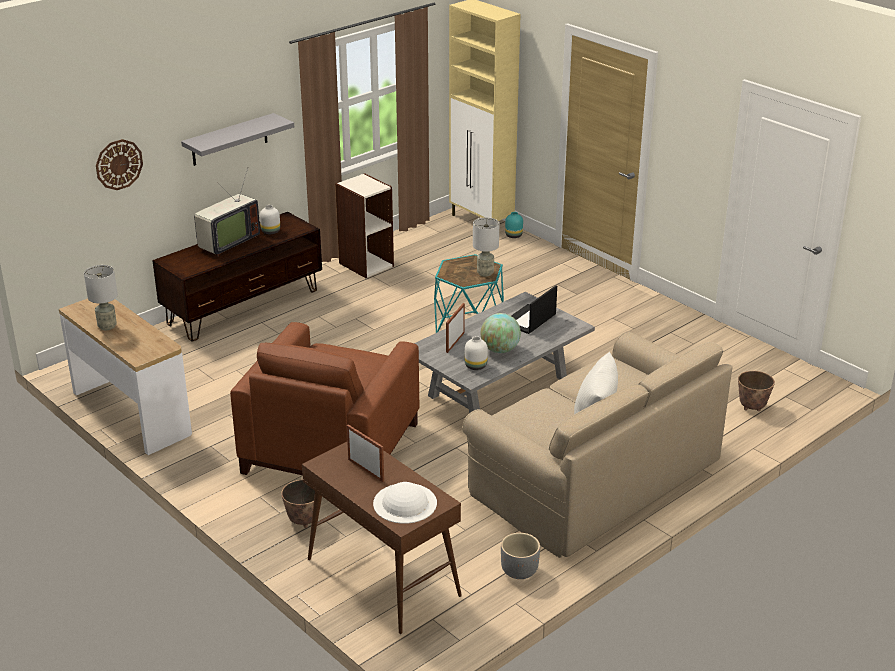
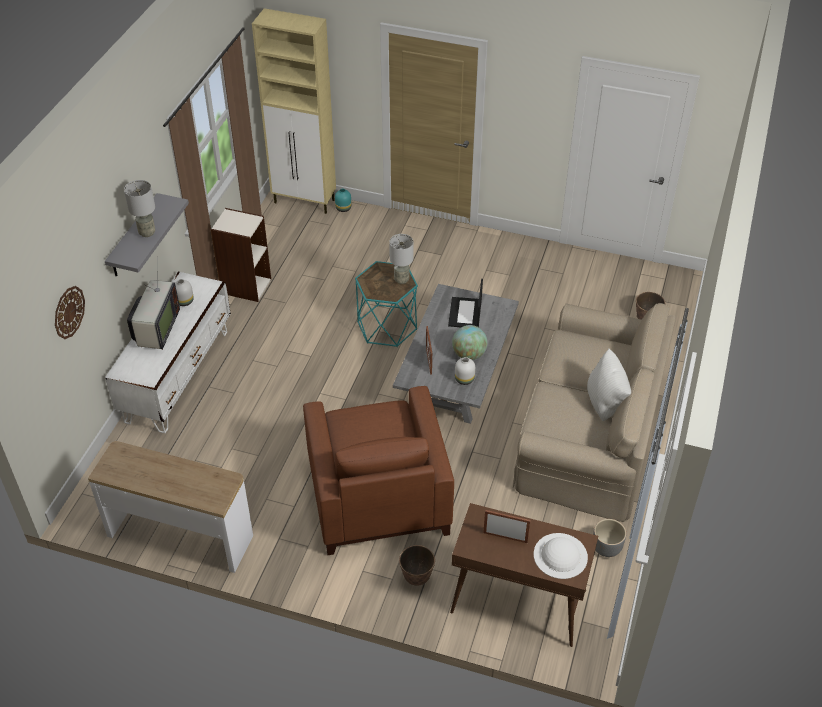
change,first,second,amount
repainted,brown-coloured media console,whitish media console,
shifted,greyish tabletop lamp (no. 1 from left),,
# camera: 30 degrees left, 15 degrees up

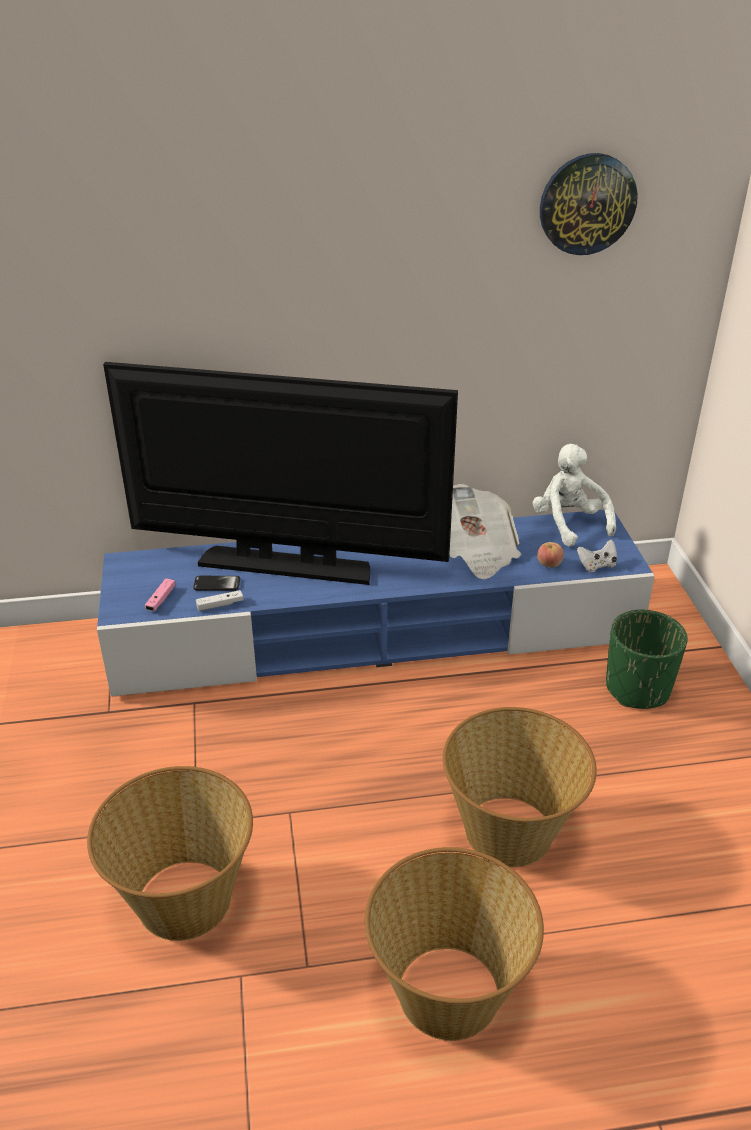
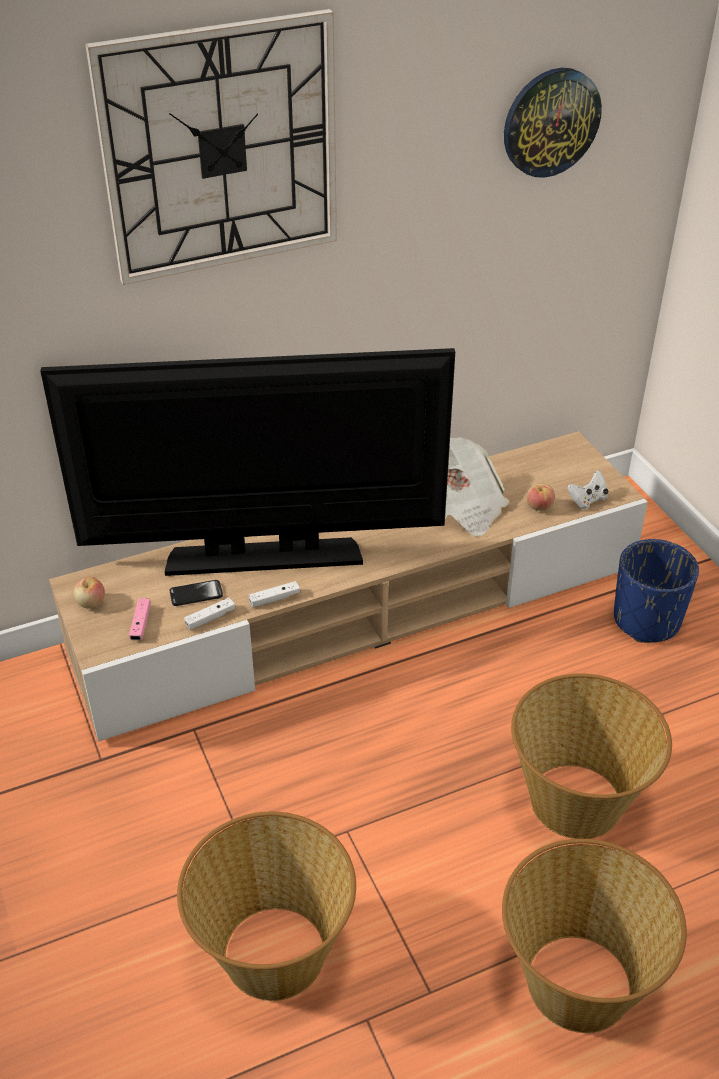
change,first,second,amount
gone,whitish plush toy,,
repainted,blue media console,beige-coloured media console,
repainted,green planter,blue planter,
new,,wall clock (no. 1 from left),
new,,apple fruit (no. 1 from left),
new,,whitish game controller (no. 2 from left),
# camera: 15 degrees left, 5 degrees up

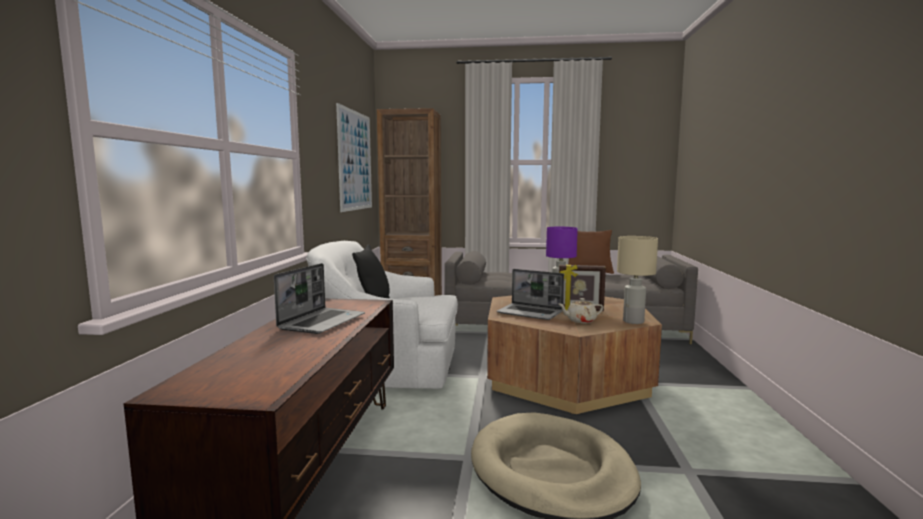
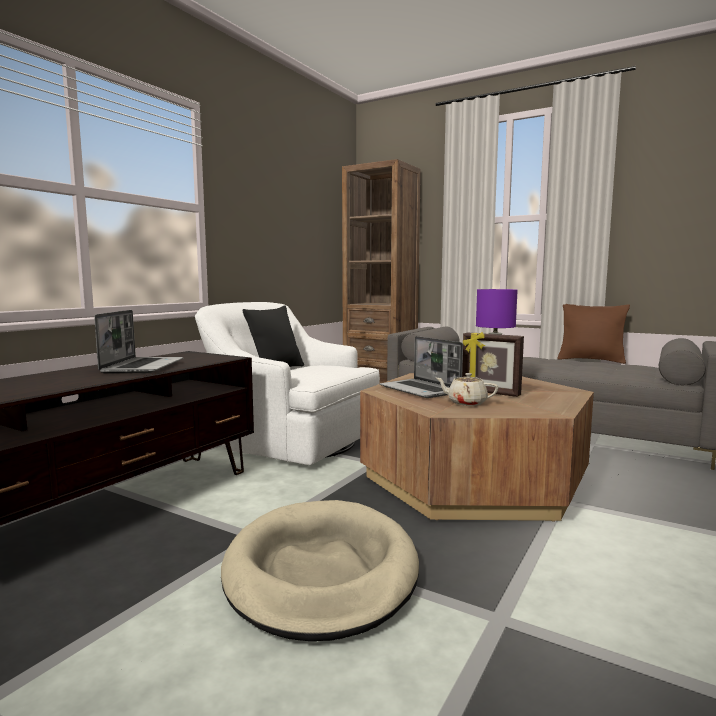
change,first,second,amount
gone,wall art,,
gone,beige-coloured tabletop lamp,,
rotated,portable computer (no. 1 from left),,45 degrees counterclockwise
# camera: 25 degrees right, 0 degrees up

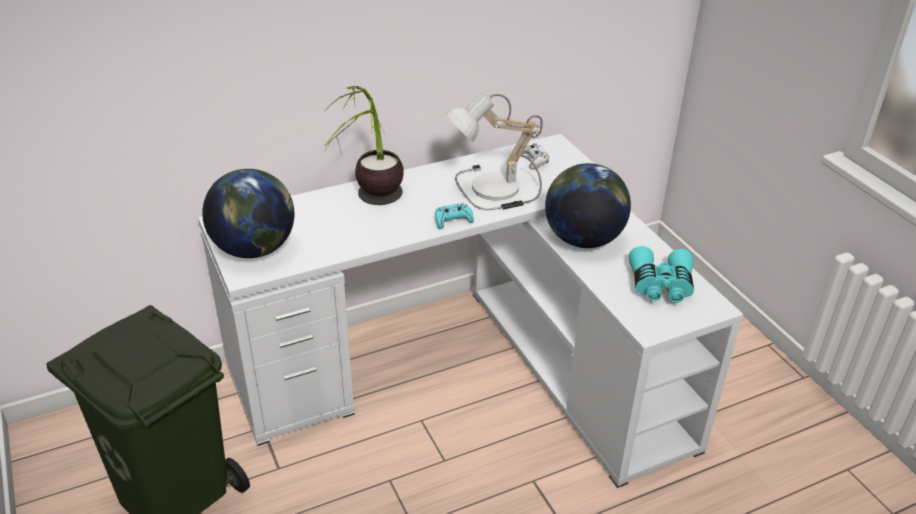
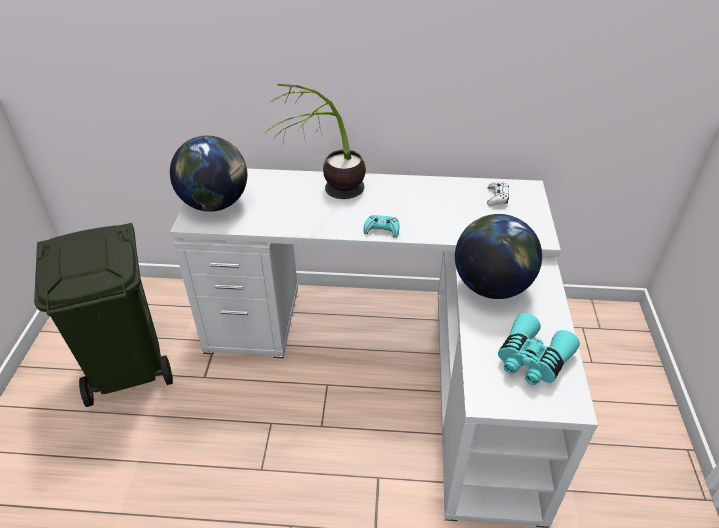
change,first,second,amount
gone,tabletop lamp,,
# camera: 30 degrees right, 5 degrees up

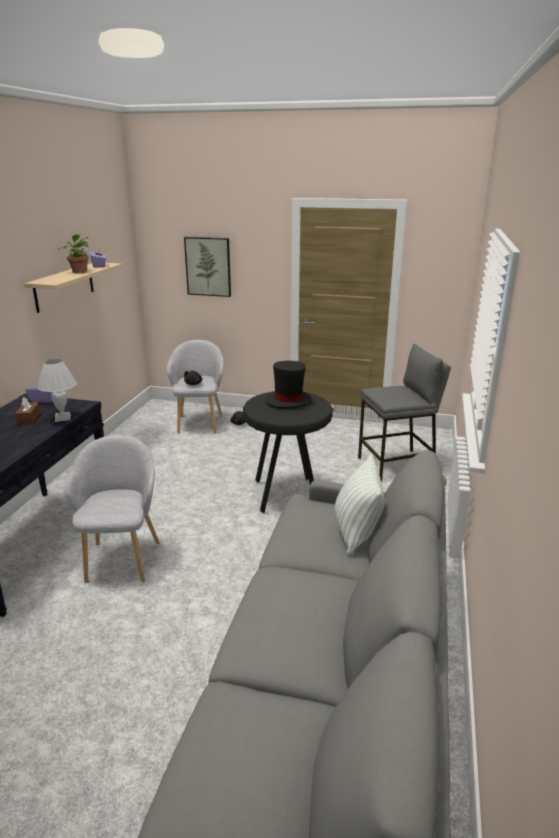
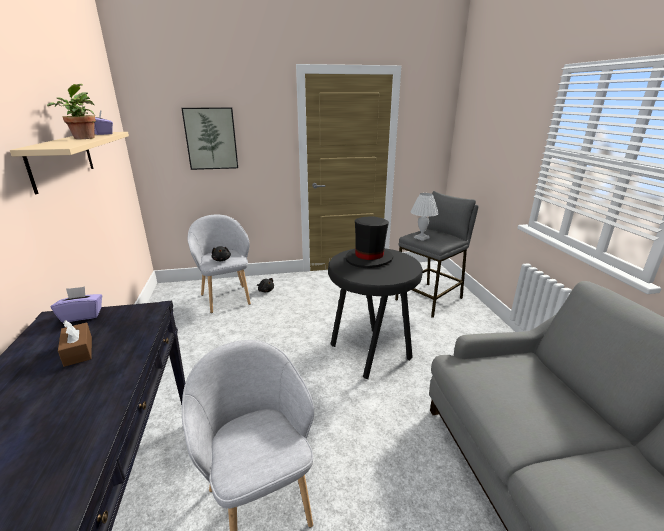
change,first,second,amount
shifted,whitish tabletop lamp,,
gone,throw pillow,,
# camera: 25 degrees left, 0 degrees up

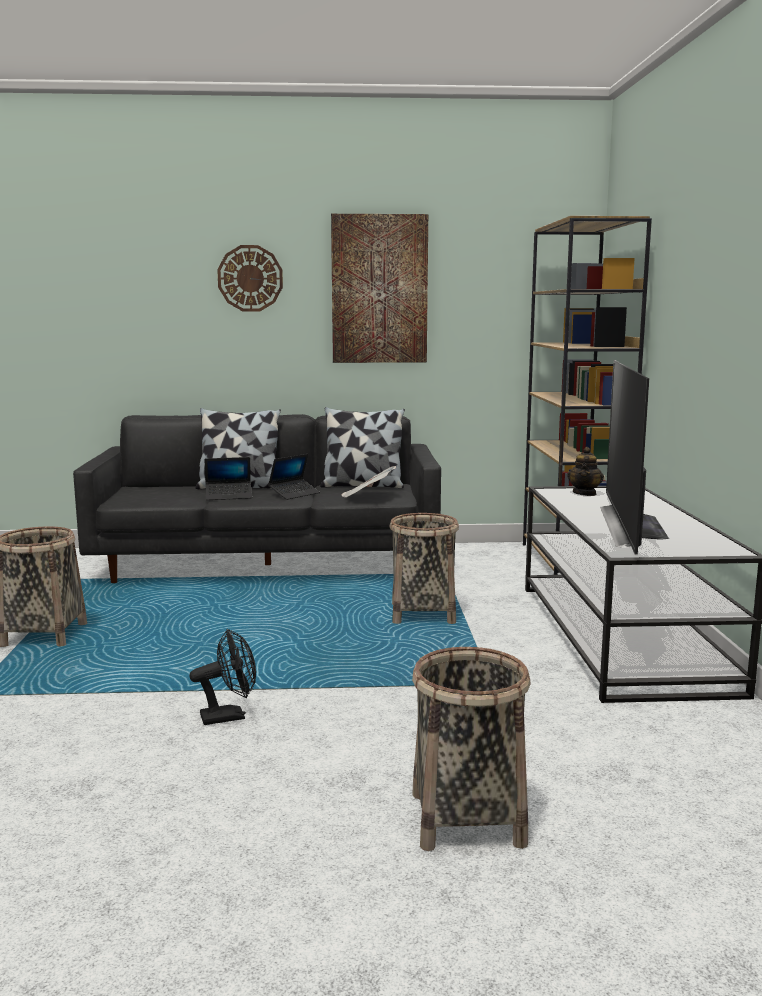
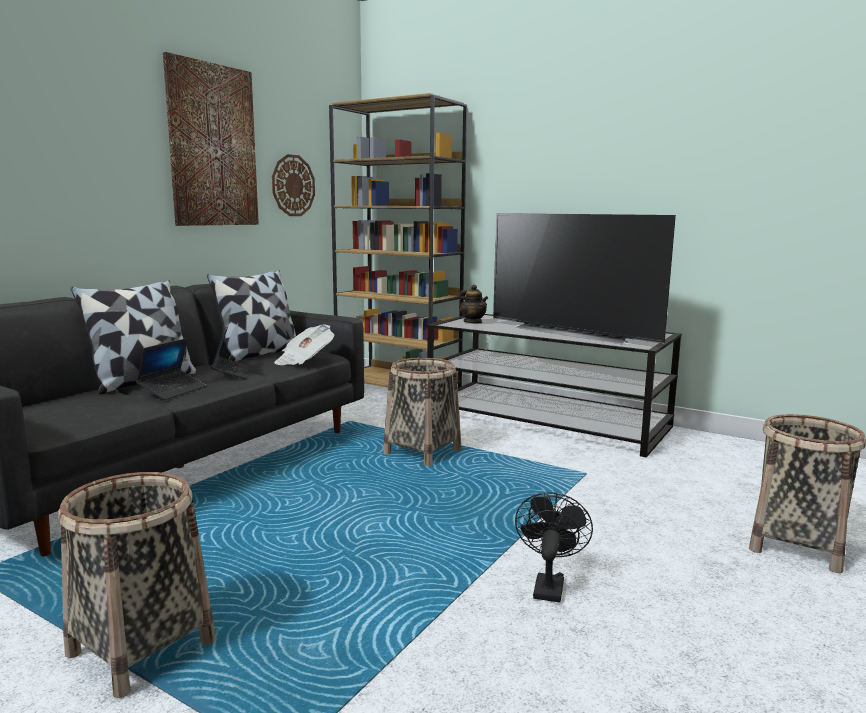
change,first,second,amount
shifted,wall clock,,
# camera: 55 degrees left, 0 degrees up

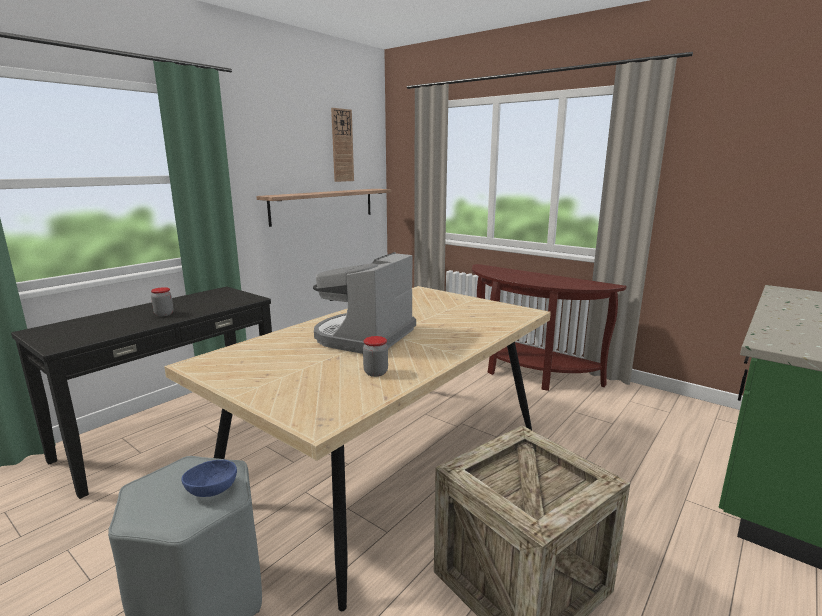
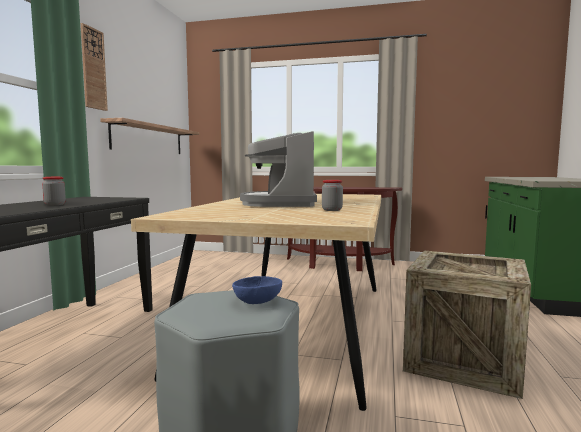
change,first,second,amount
shifted,wall clock,,
# camera: 25 degrees left, 10 degrees down

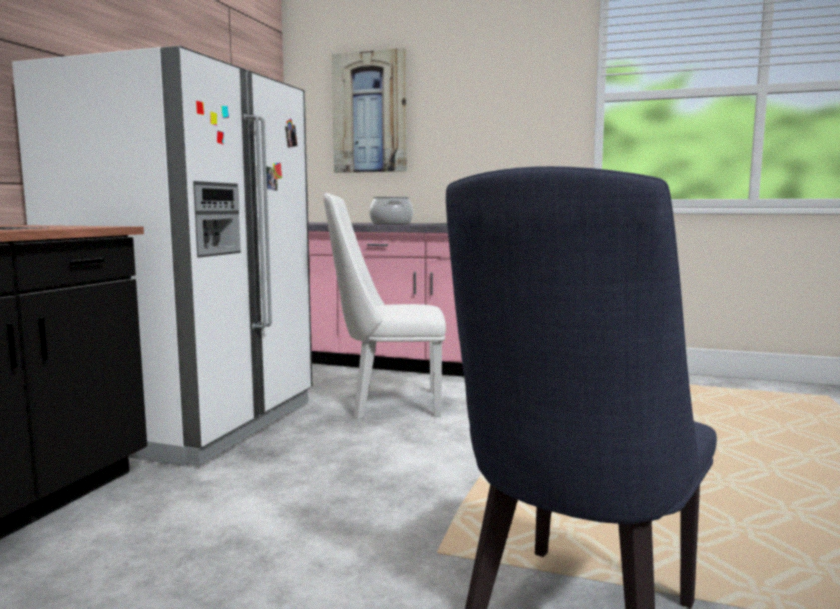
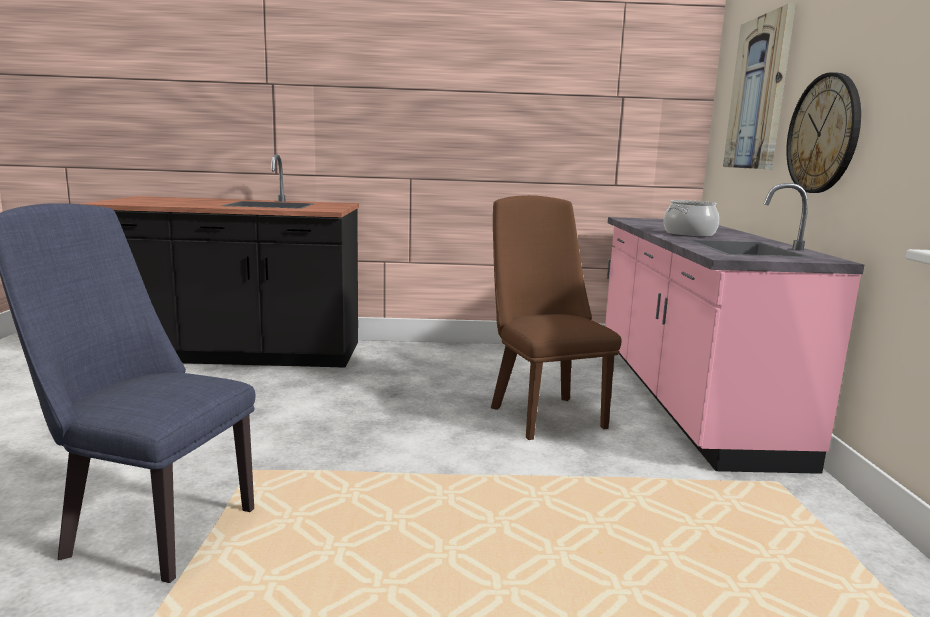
change,first,second,amount
gone,whitish refrigerator,,
repainted,whitish chair,brown-coloured chair,
new,,wall clock,
# camera: 70 degrees right, 5 degrees up

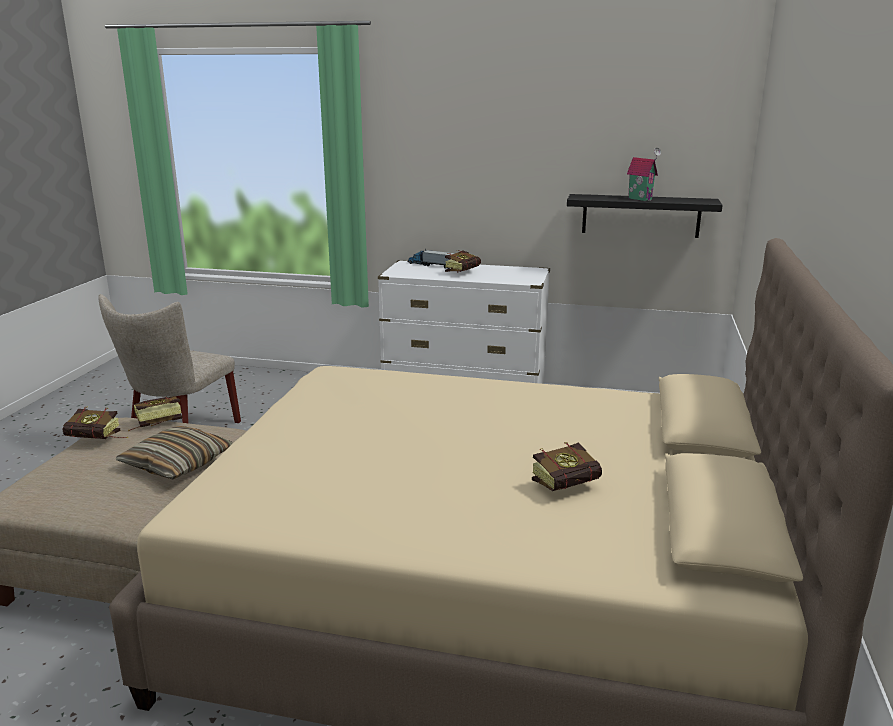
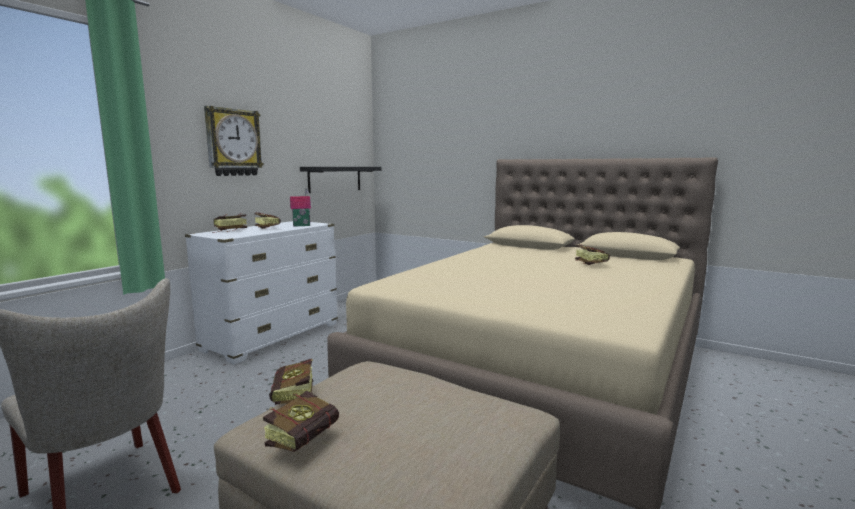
change,first,second,amount
shifted,miniature house,,
swapped,toy lorry,bound book (no. 1 from left),
gone,throw pillow,,
new,,wall clock,
# camera: 70 degrees left, 10 degrees down

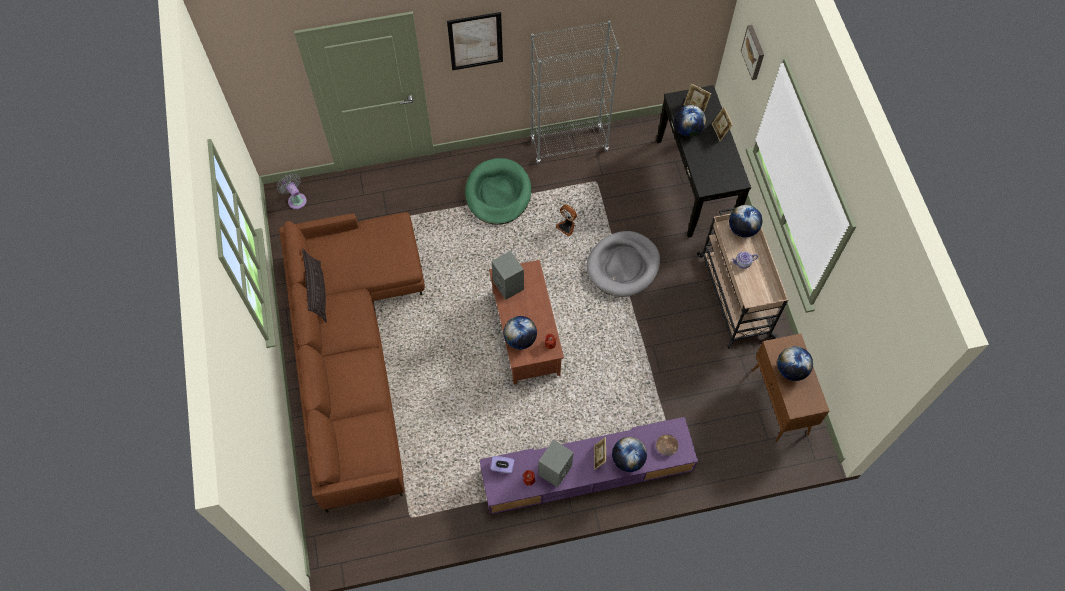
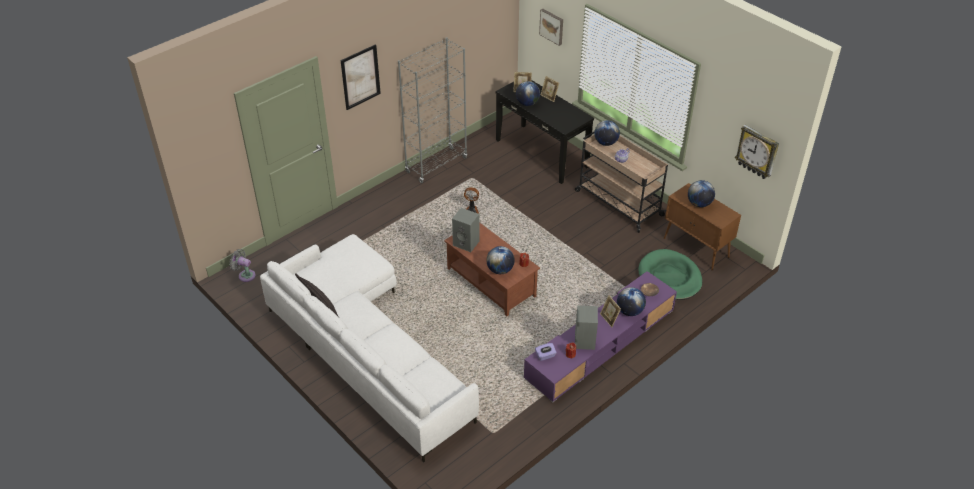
change,first,second,amount
shifted,green dog bed,,
repainted,brown-coloured couch,whitish couch,
gone,greyish dog bed,,
new,,wall clock,
# camera: 30 degrees left, 20 degrees down

